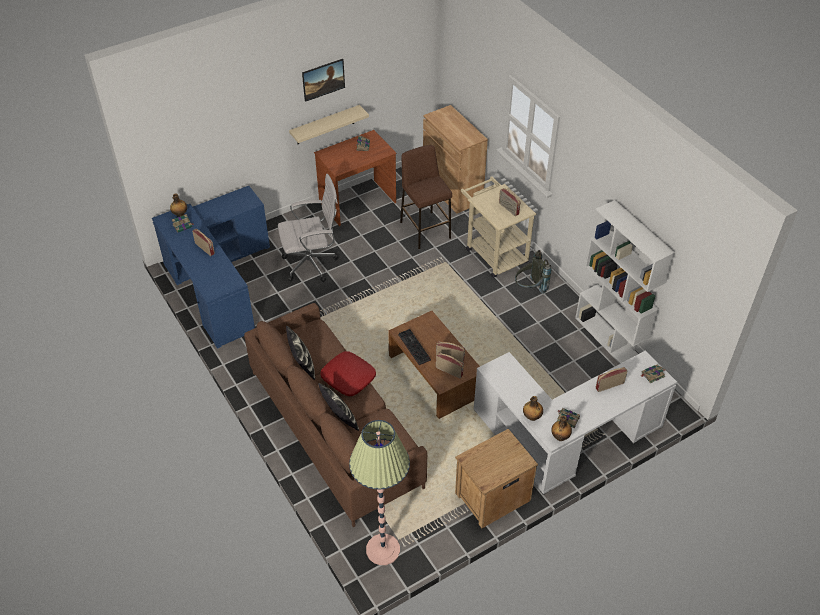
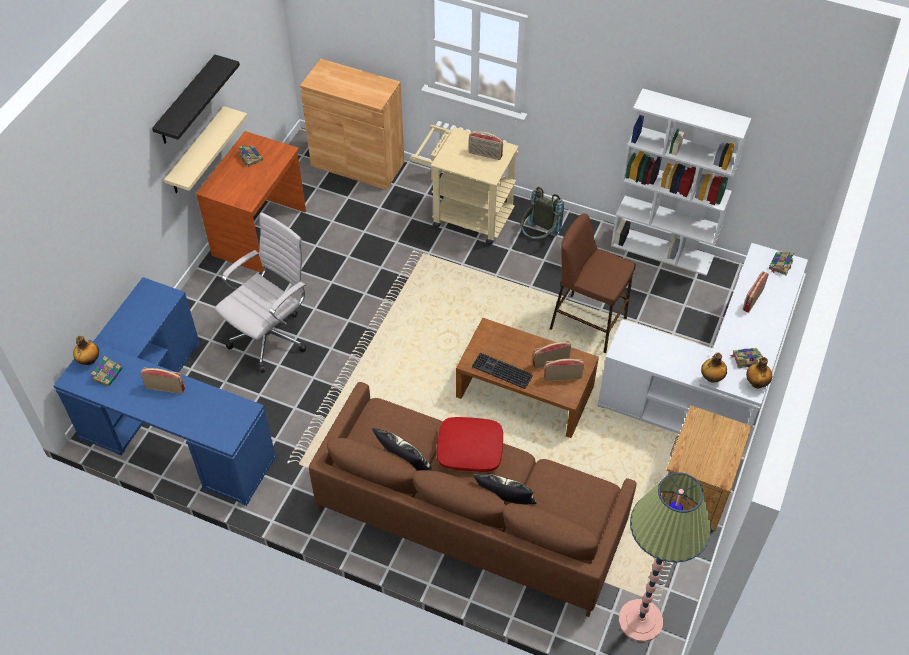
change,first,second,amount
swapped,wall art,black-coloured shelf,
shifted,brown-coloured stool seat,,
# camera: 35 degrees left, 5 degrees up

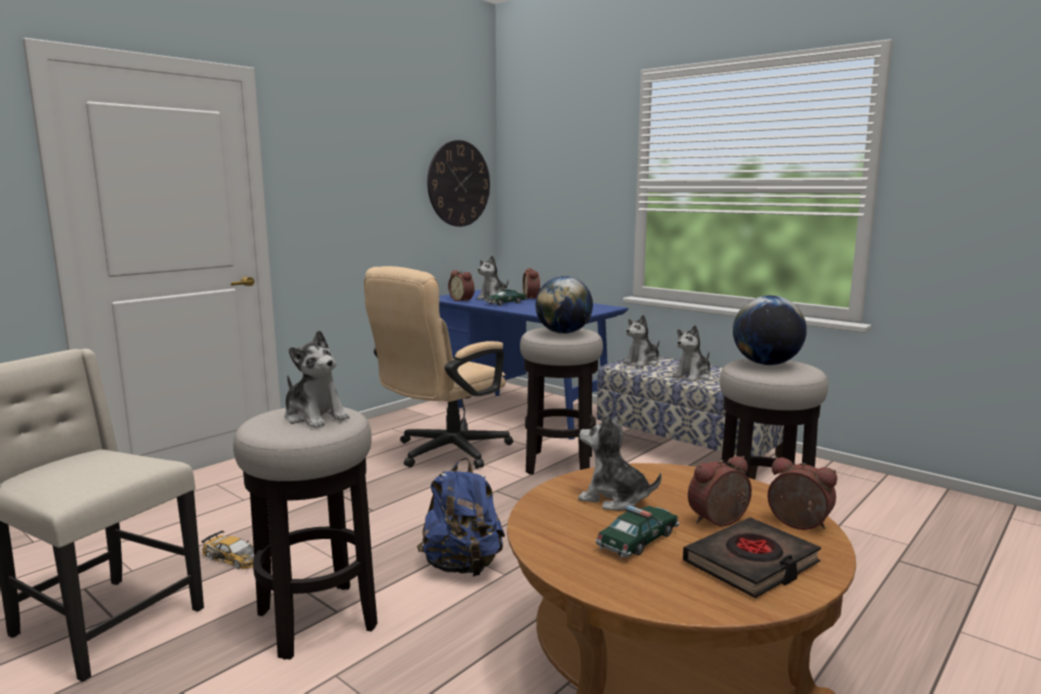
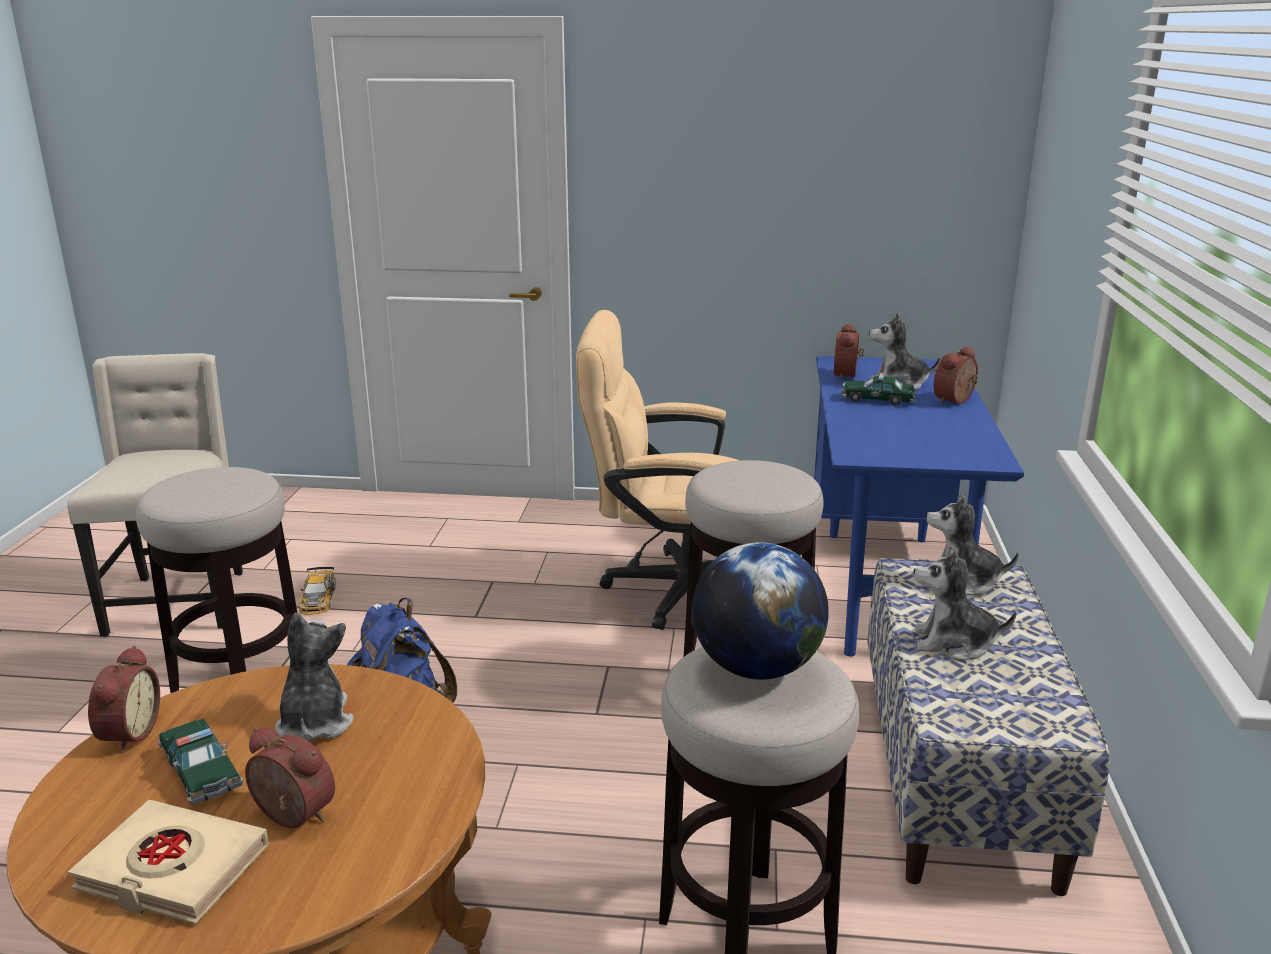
change,first,second,amount
gone,wall clock,,
gone,world globe (no. 1 from left),,
gone,plush toy (no. 1 from left),,
shifted,alarm clock (no. 4 from left in the first image),alarm clock (no. 1 from left),
rotated,miniature car (no. 3 from left in the first image),miniature car (no. 1 from left),45 degrees clockwise
repainted,black-coloured bound book,beige-coloured bound book,
# camera: 55 degrees right, 10 degrees up

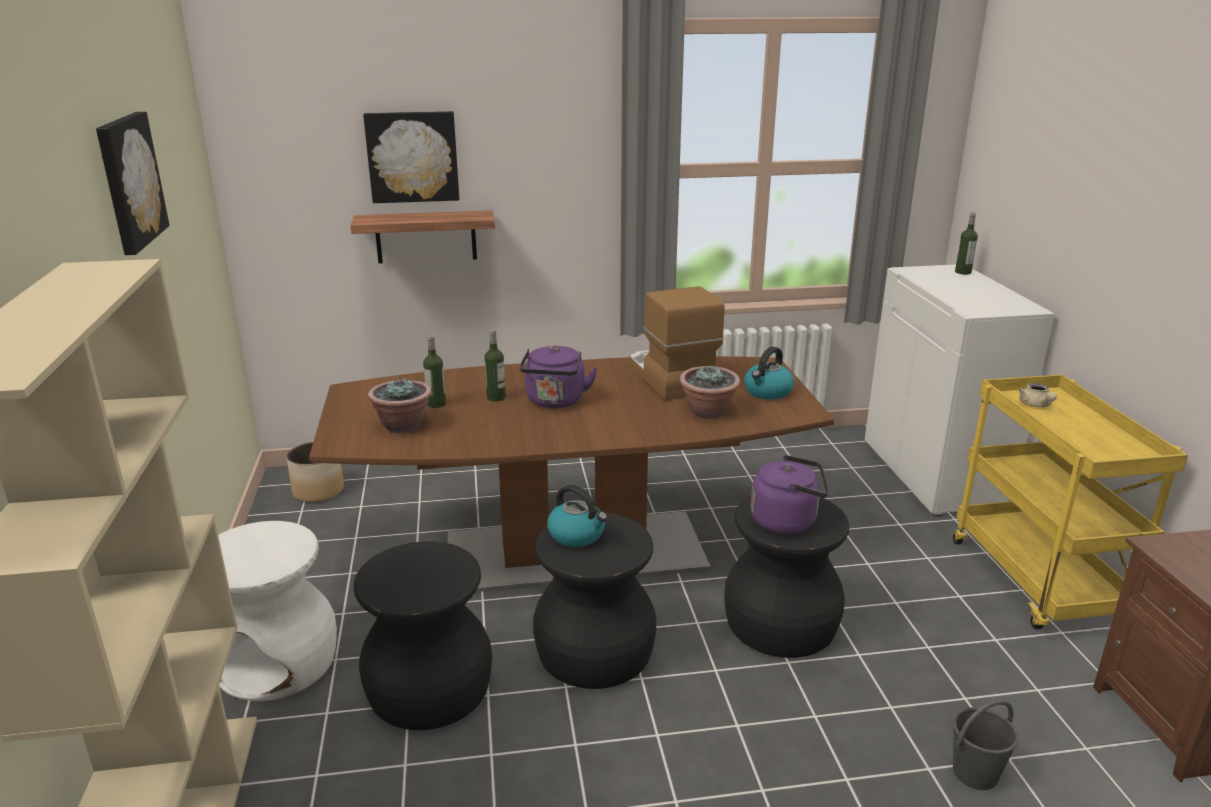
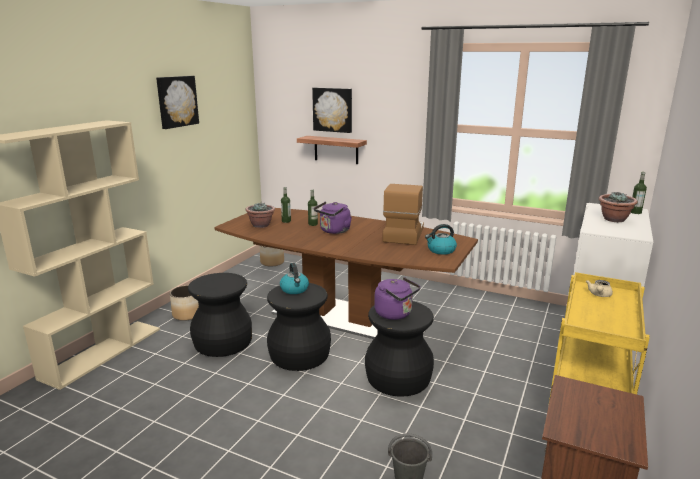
change,first,second,amount
shifted,potted plant (no. 2 from left),,
swapped,whitish stool seat,planter (no. 1 from left),
# camera: 35 degrees right, 5 degrees down

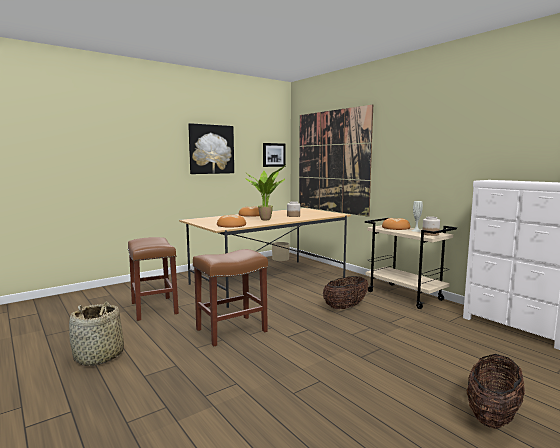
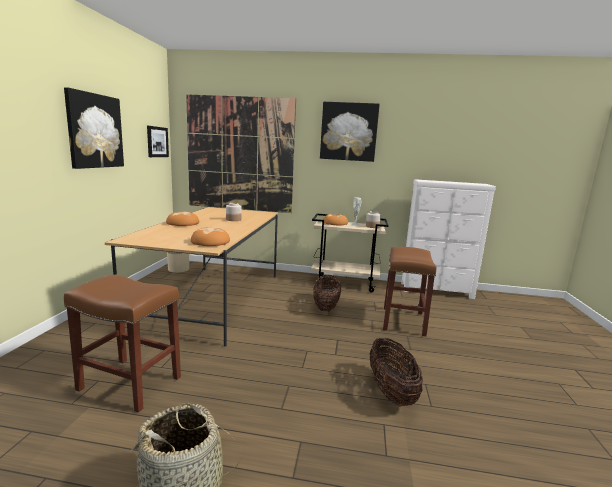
change,first,second,amount
gone,potted plant,,
shifted,brown-coloured stool seat (no. 2 from left),,
shifted,basket (no. 3 from left),,
new,,wall art (no. 4 from left),
# camera: 45 degrees left, 5 degrees up

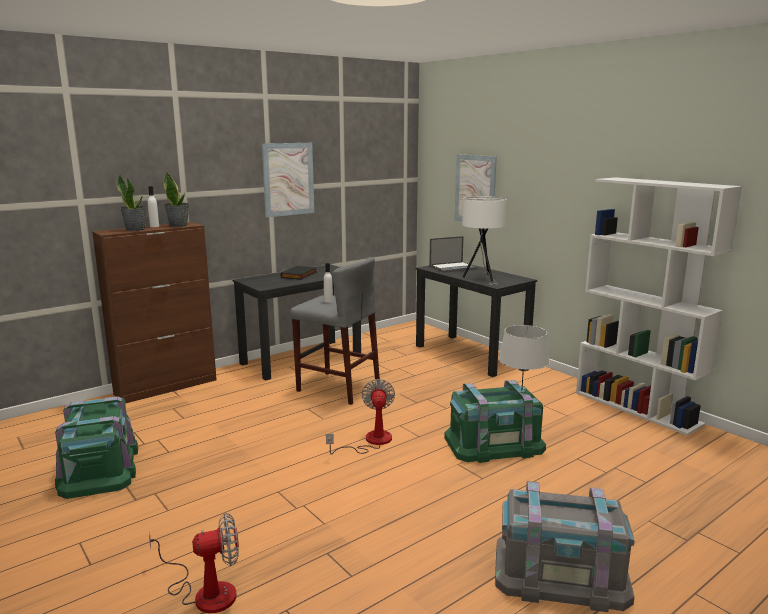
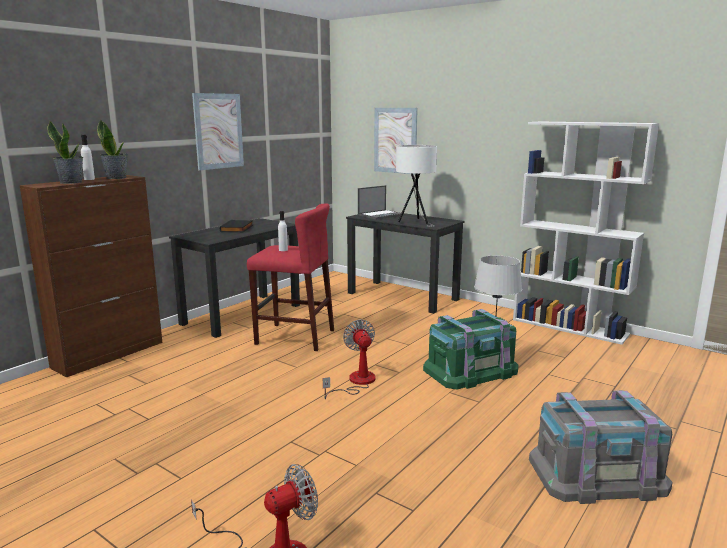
change,first,second,amount
repainted,greyish stool seat,red stool seat,
gone,green storage container (no. 1 from left),,
# camera: 15 degrees left, 0 degrees up

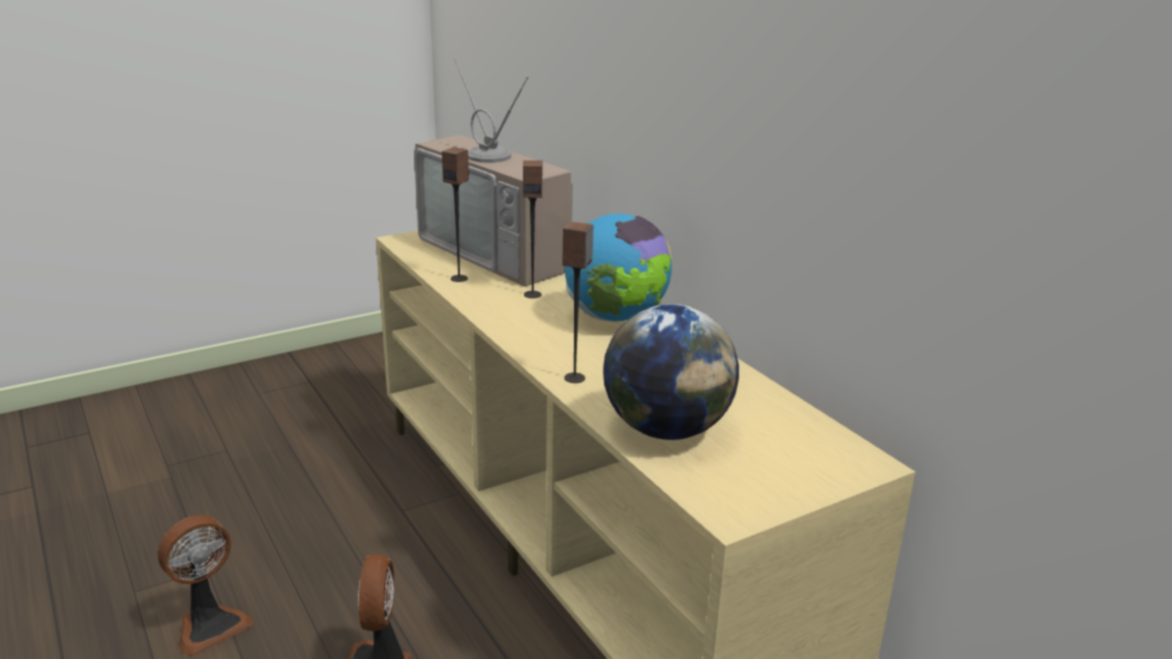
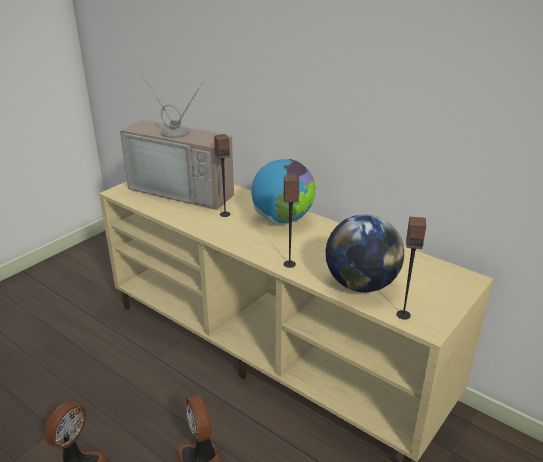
change,first,second,amount
shifted,audio speaker (no. 1 from left in the first image),audio speaker (no. 3 from left),
# camera: 20 degrees left, 5 degrees up

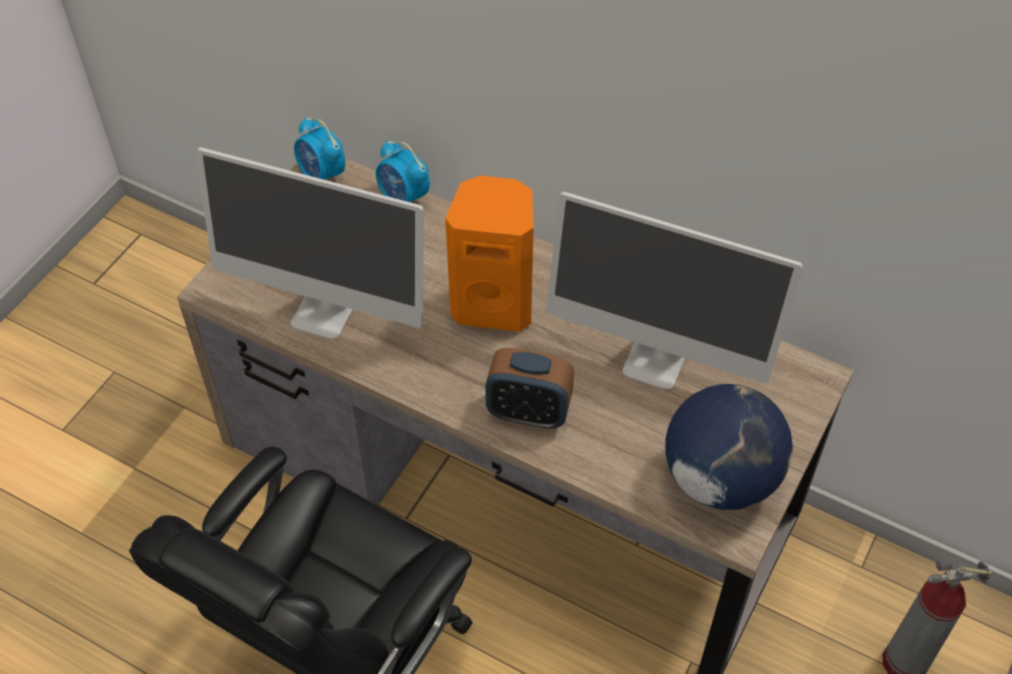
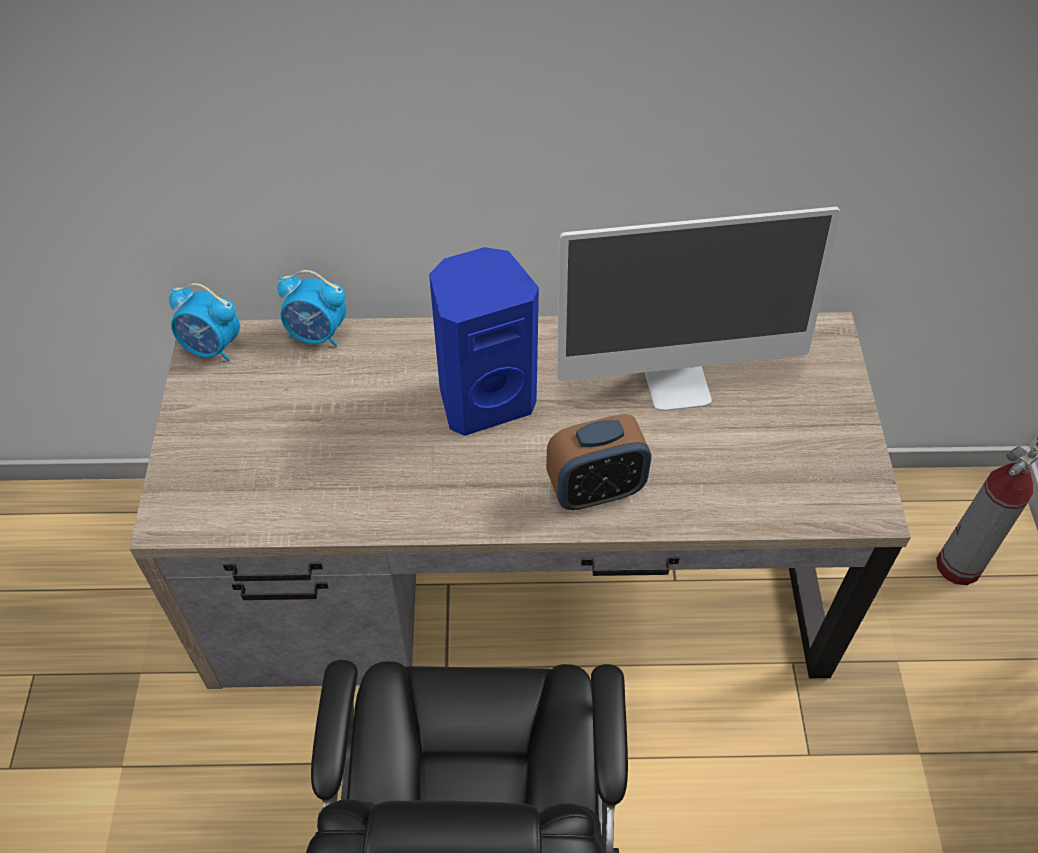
change,first,second,amount
gone,computer screen (no. 1 from left),,
repainted,orange audio speaker,blue audio speaker,
gone,world globe,,
# camera: 30 degrees left, 0 degrees up

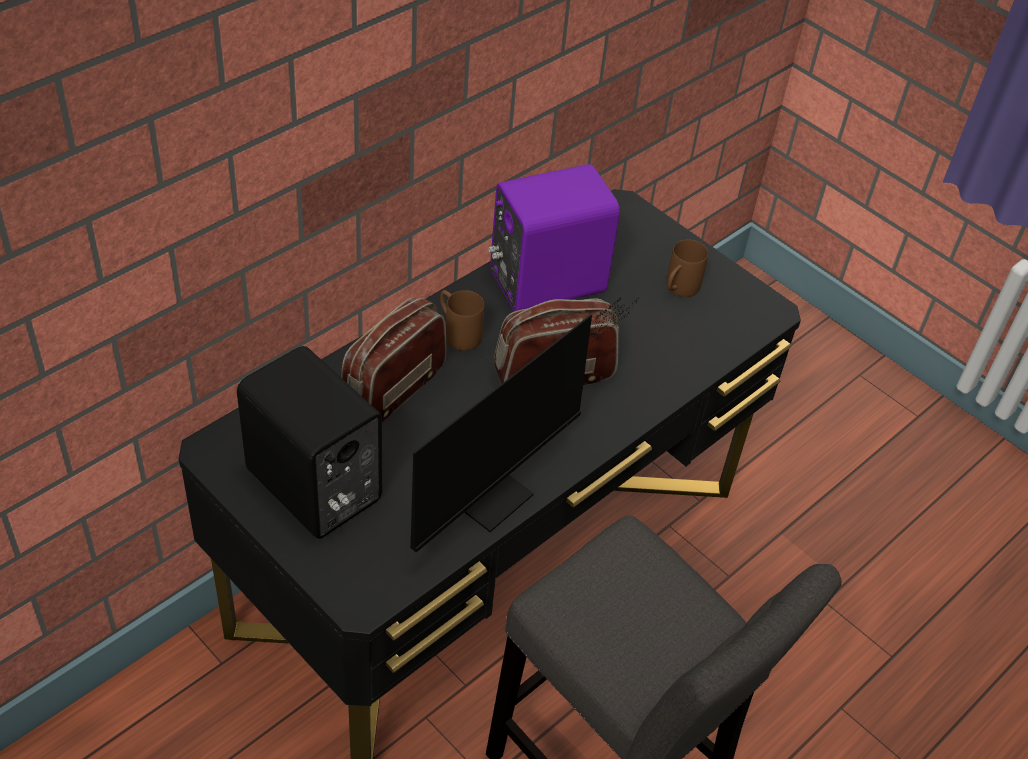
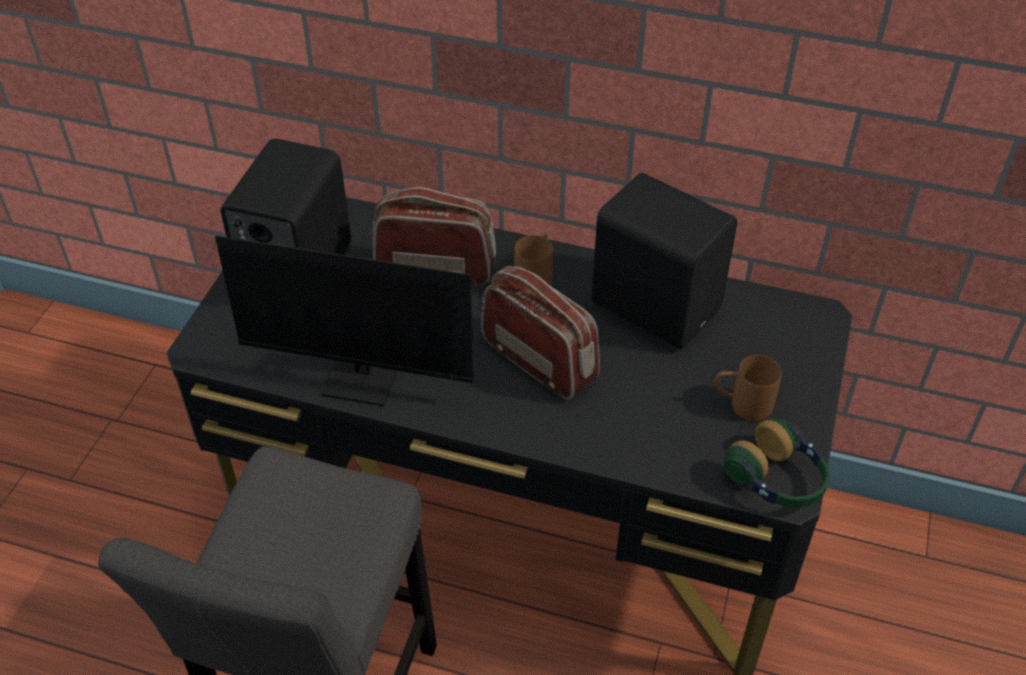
change,first,second,amount
repainted,purple-coloured audio speaker,black-coloured audio speaker (no. 2 from left),
new,,pair of headphones,
# camera: 65 degrees right, 0 degrees up

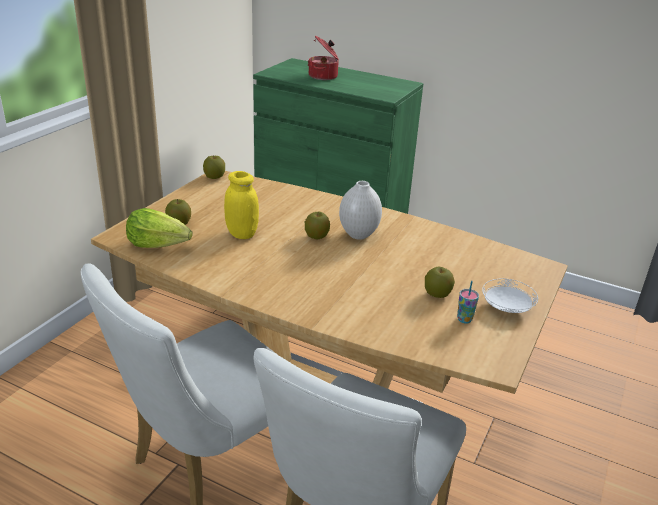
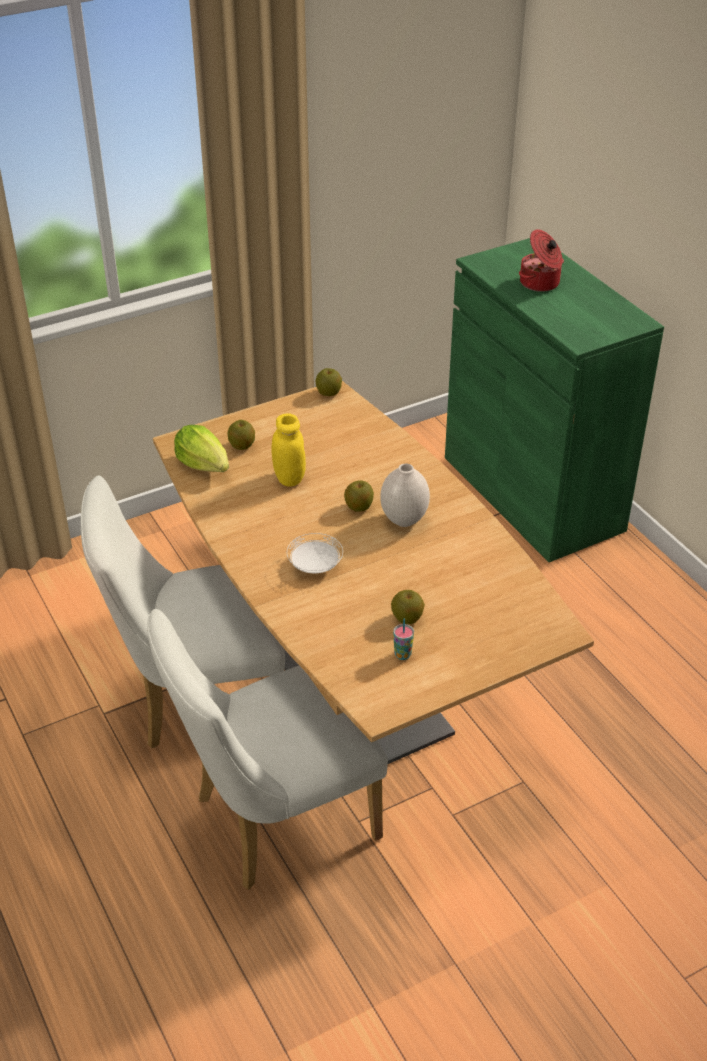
change,first,second,amount
shifted,whitish dinner plate,,
# camera: 35 degrees right, 10 degrees up

